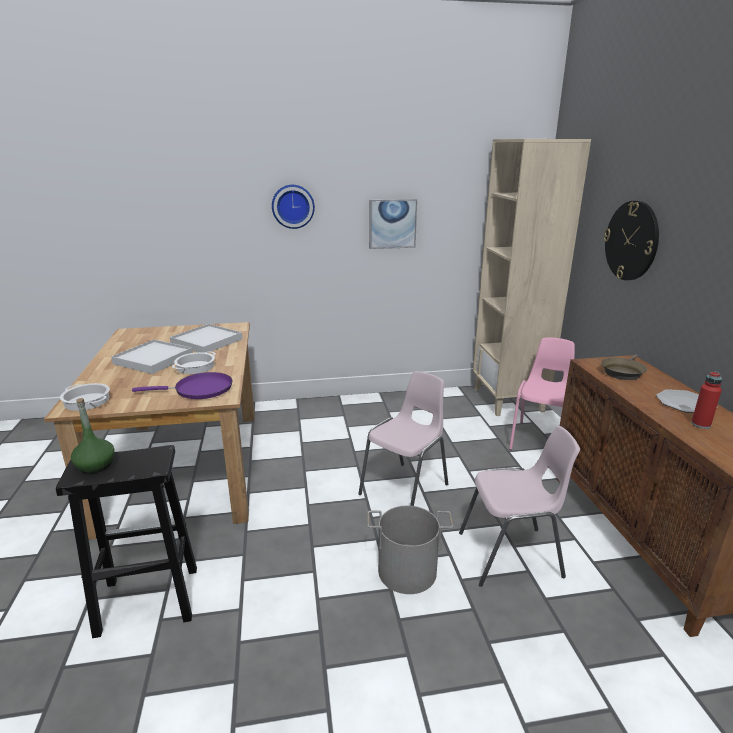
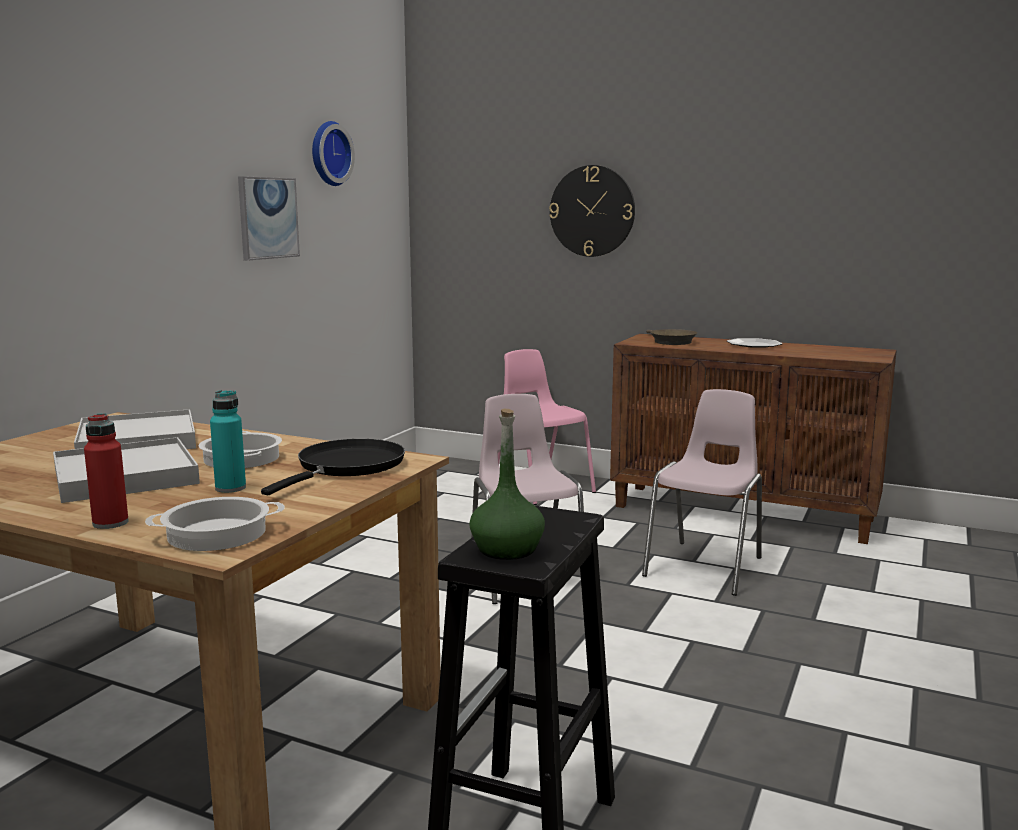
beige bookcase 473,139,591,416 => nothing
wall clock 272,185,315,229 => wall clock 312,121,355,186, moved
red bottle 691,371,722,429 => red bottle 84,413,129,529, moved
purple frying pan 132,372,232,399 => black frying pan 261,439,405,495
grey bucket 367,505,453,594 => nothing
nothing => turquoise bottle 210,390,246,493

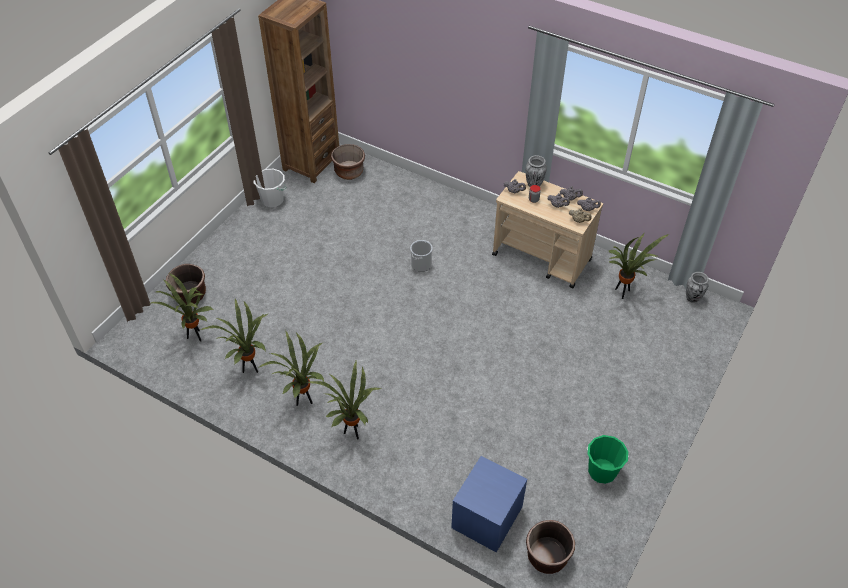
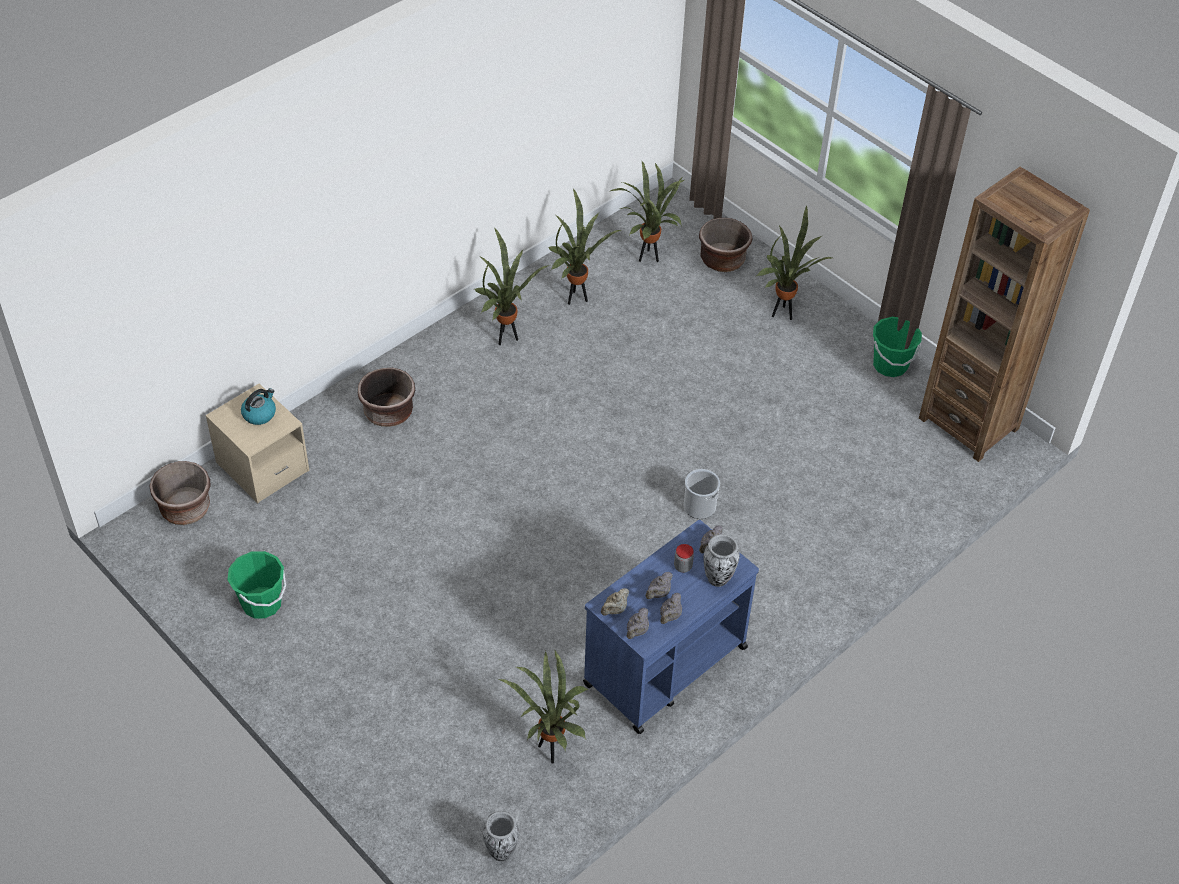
brown planter 331,144,365,180 => brown planter 358,368,415,427, moved
white bucket 254,169,286,207 => green bucket 873,317,922,377
beige cart 492,171,603,288 => blue cart 583,520,759,734
potted plant 307,359,383,439 => potted plant 756,205,835,320, moved
blue nightstand 451,456,527,553 => beige nightstand 206,384,309,503
nothing => kettle 241,388,276,425

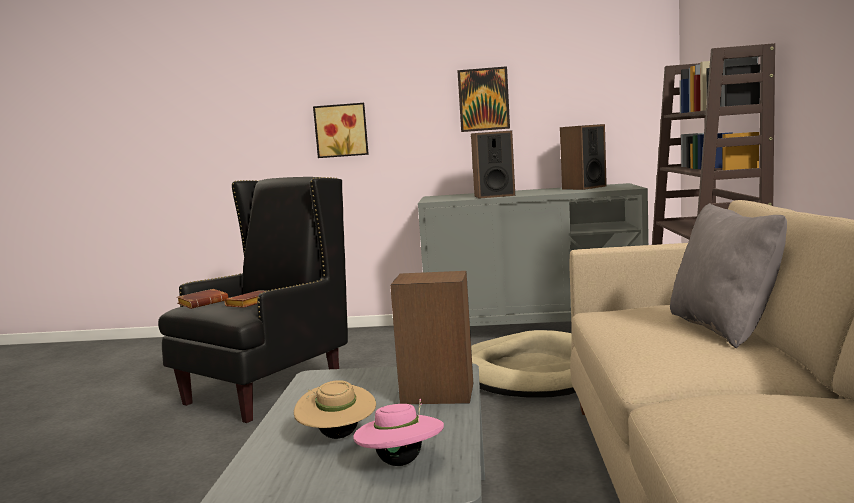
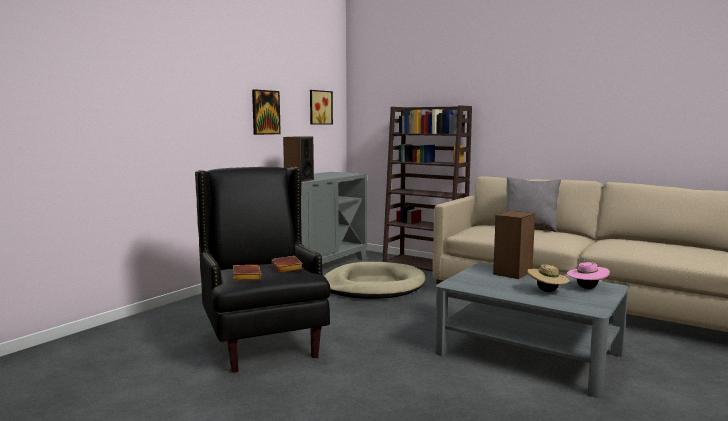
picture 313,103,369,158 => picture 310,90,333,125, moved
speaker 560,124,607,190 => nothing

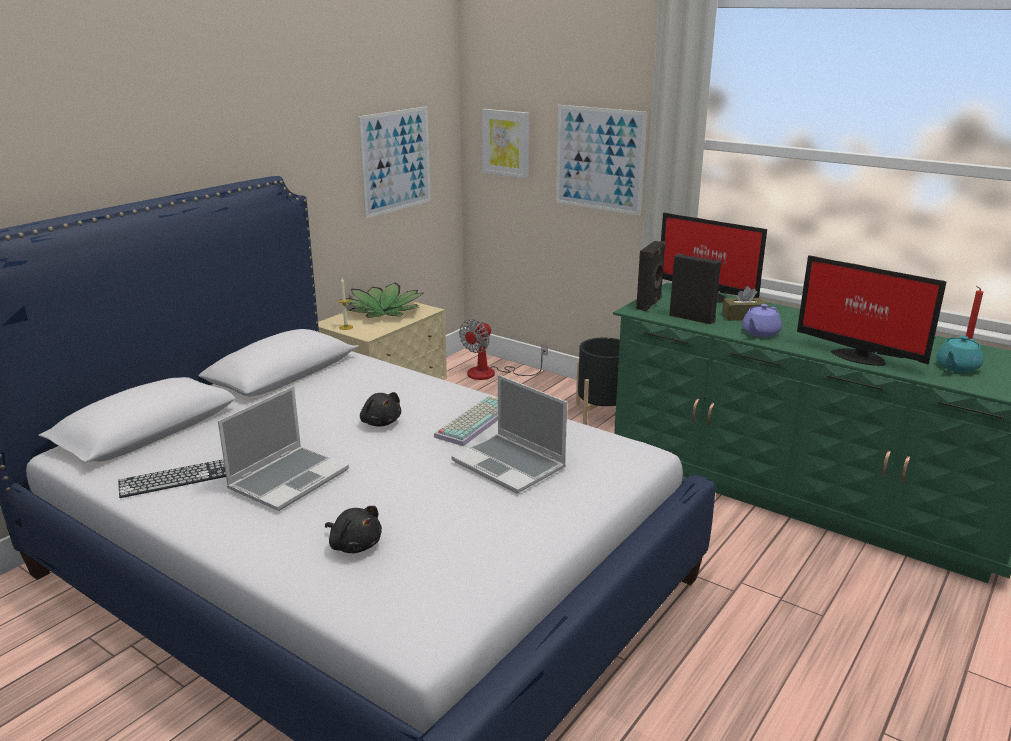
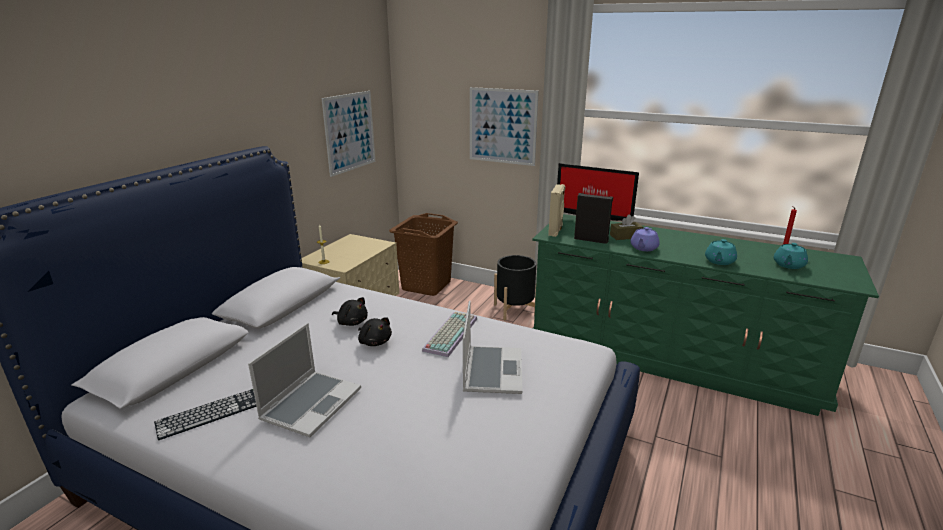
picture 482,109,529,179 => nothing
black speaker 636,241,666,311 => beige speaker 548,184,565,237
monitor 797,255,946,366 => turquoise teapot 705,239,737,265
potted plant 346,282,424,318 => nothing
fan 459,319,548,380 => brown laundry basket 389,213,458,296
laptop 451,375,567,494 => laptop 463,300,522,394, 120 degrees counterclockwise
black plush toy 325,506,382,553 => black plush toy 332,297,368,326, moved

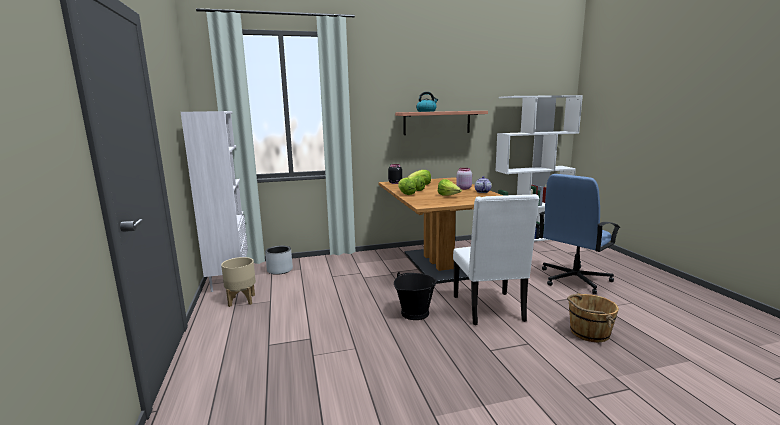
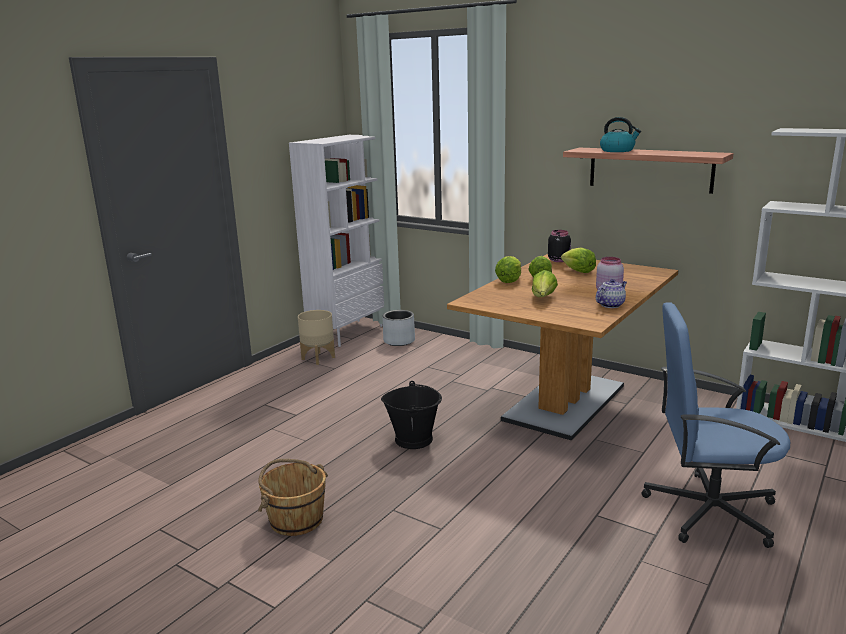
white chair 453,194,539,325 => nothing
brown bucket 567,293,619,342 => brown bucket 258,459,328,536, moved

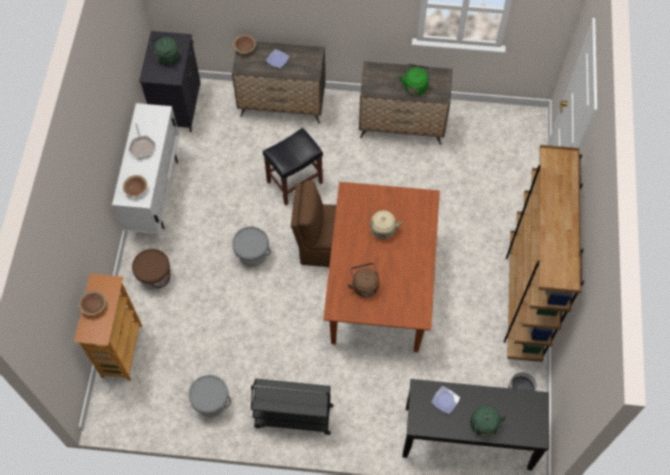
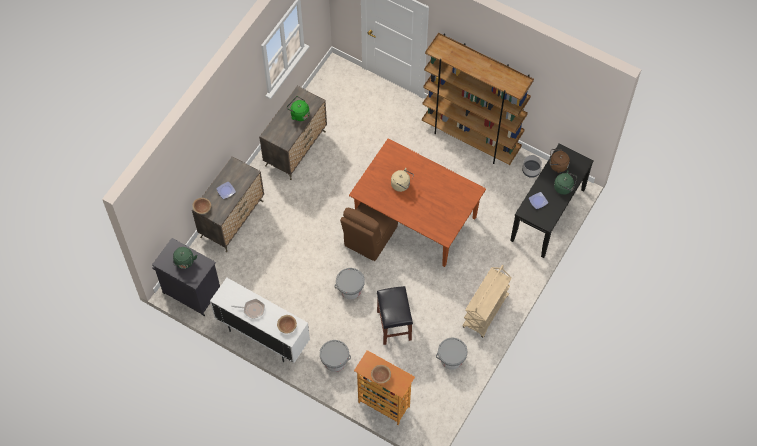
black stool 263,128,323,205 => black stool 377,286,413,345, moved
brown bucket 132,249,170,289 => grey bucket 320,340,351,372
brown kettle 347,263,379,297 => brown kettle 549,149,570,173, moved
black cart 251,379,334,435 => beige cart 462,265,512,338

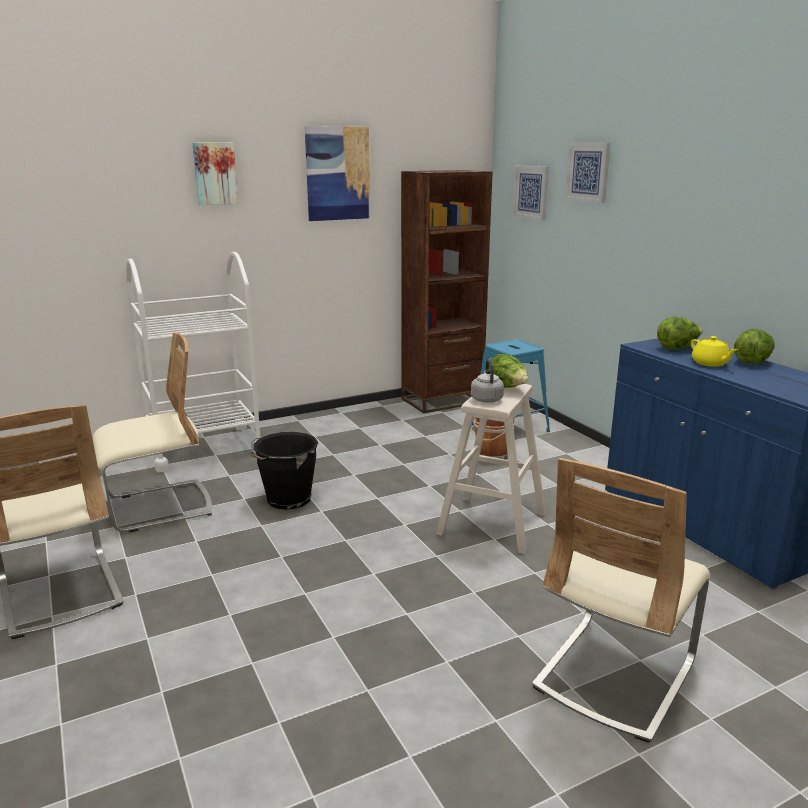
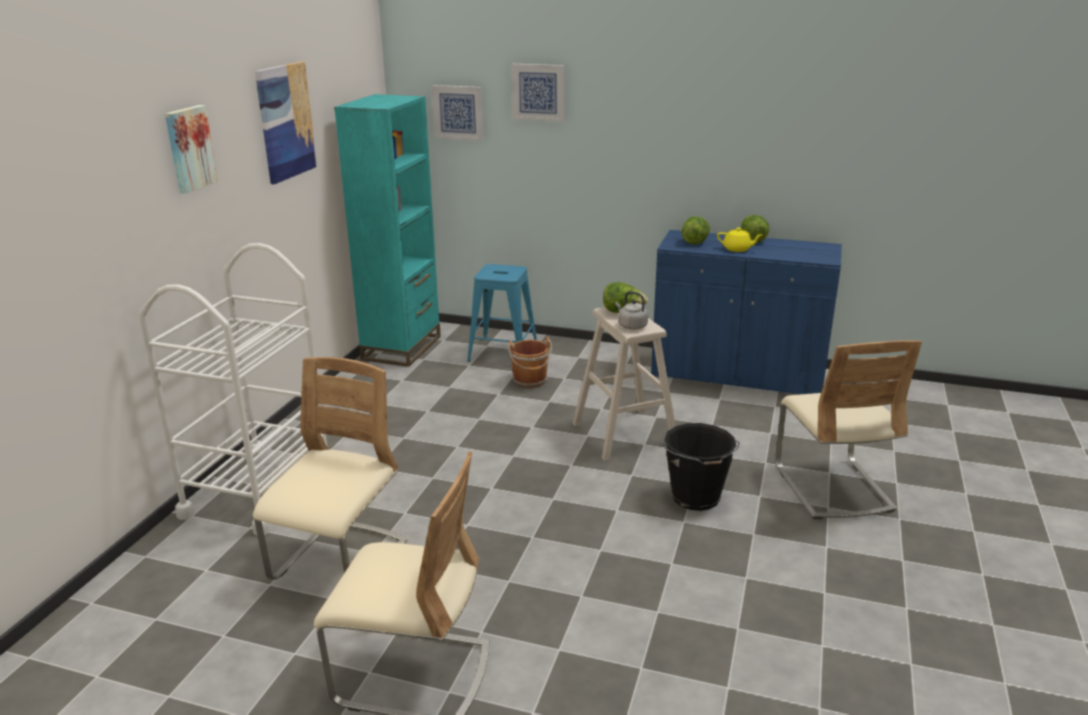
brown bookcase 401,170,493,413 => turquoise bookcase 334,94,441,367
black bucket 251,432,318,509 => black bucket 664,423,740,511, moved

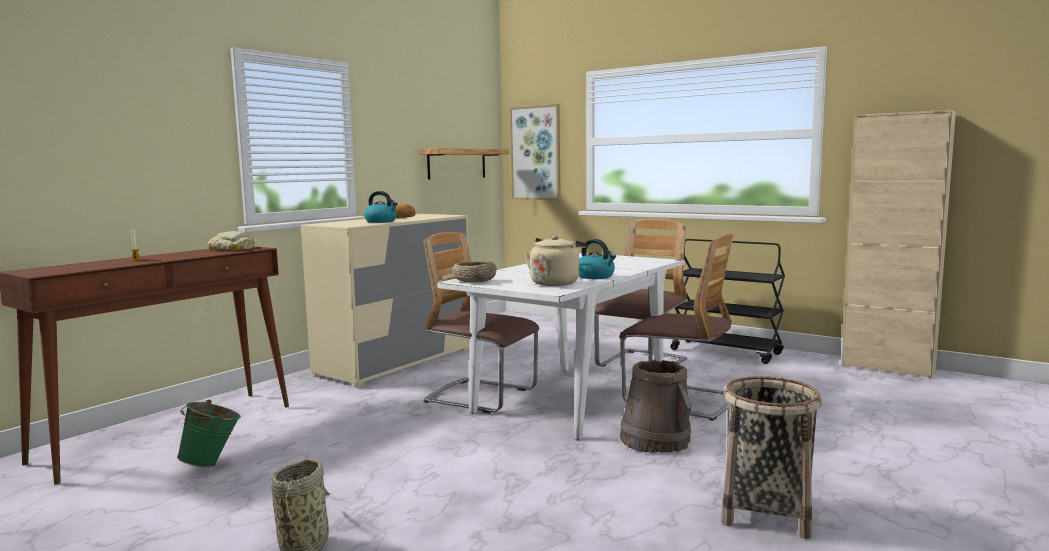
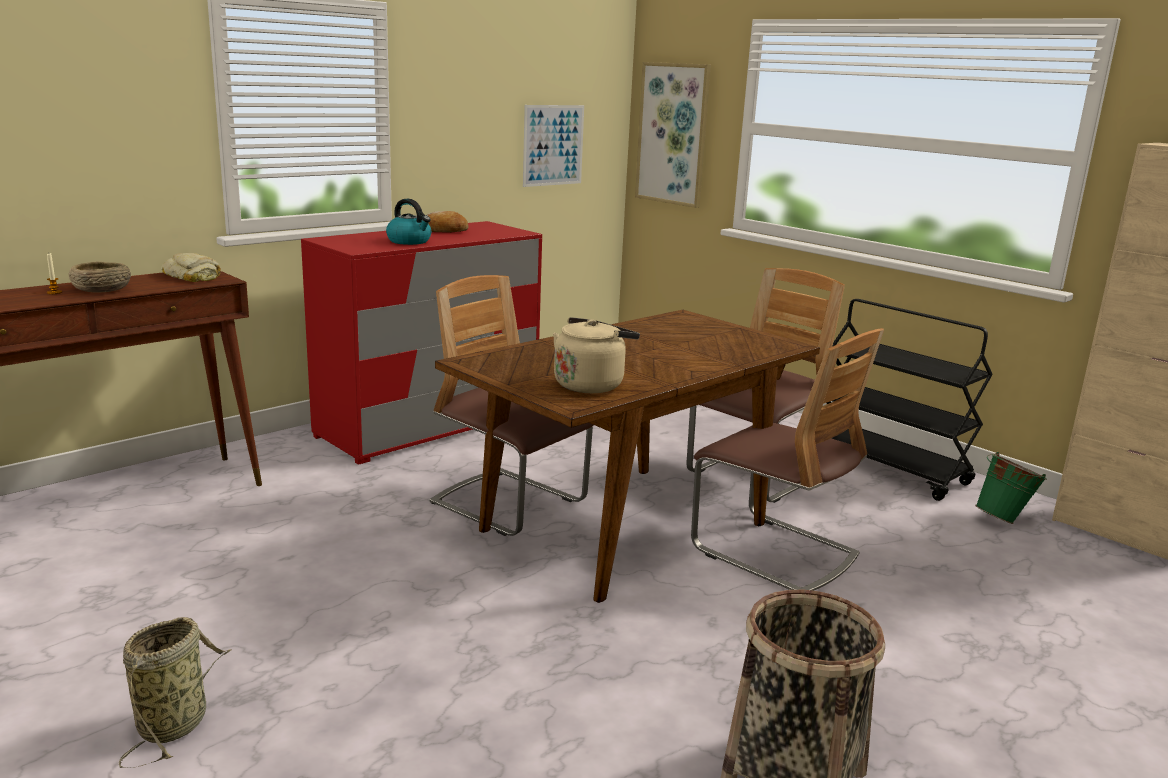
shelf 419,148,509,179 => picture 523,105,584,187
beige dresser 301,214,470,388 => red dresser 301,221,542,465
kettle 579,239,616,279 => nothing
white dining table 437,253,684,440 => brown dining table 435,310,820,603
beige bowl 451,261,497,282 => beige bowl 68,262,131,293, moved
brown bucket 620,360,691,453 => nothing
green bucket 177,400,241,467 => green bucket 975,452,1047,524, moved

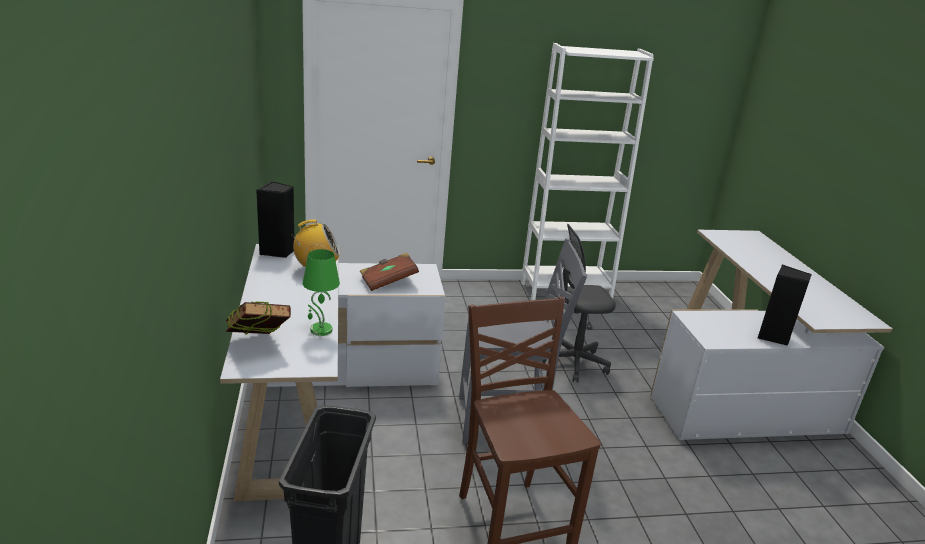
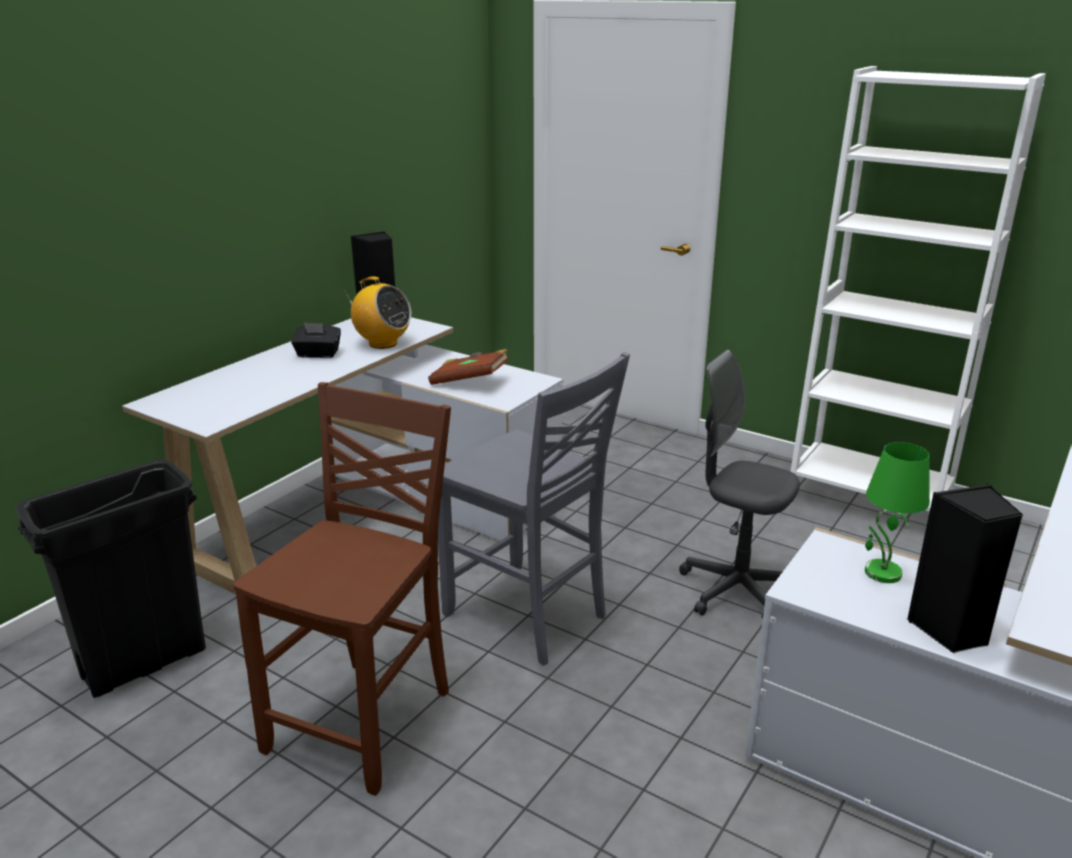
green table lamp 303,249,340,336 => green table lamp 865,442,930,583, moved
book 226,301,291,335 => nothing
nothing => black tissue box 291,323,341,358

